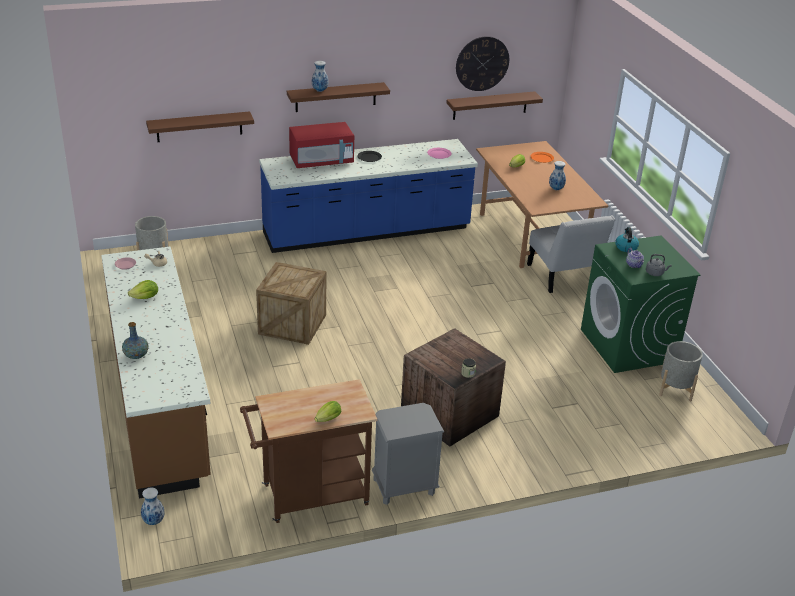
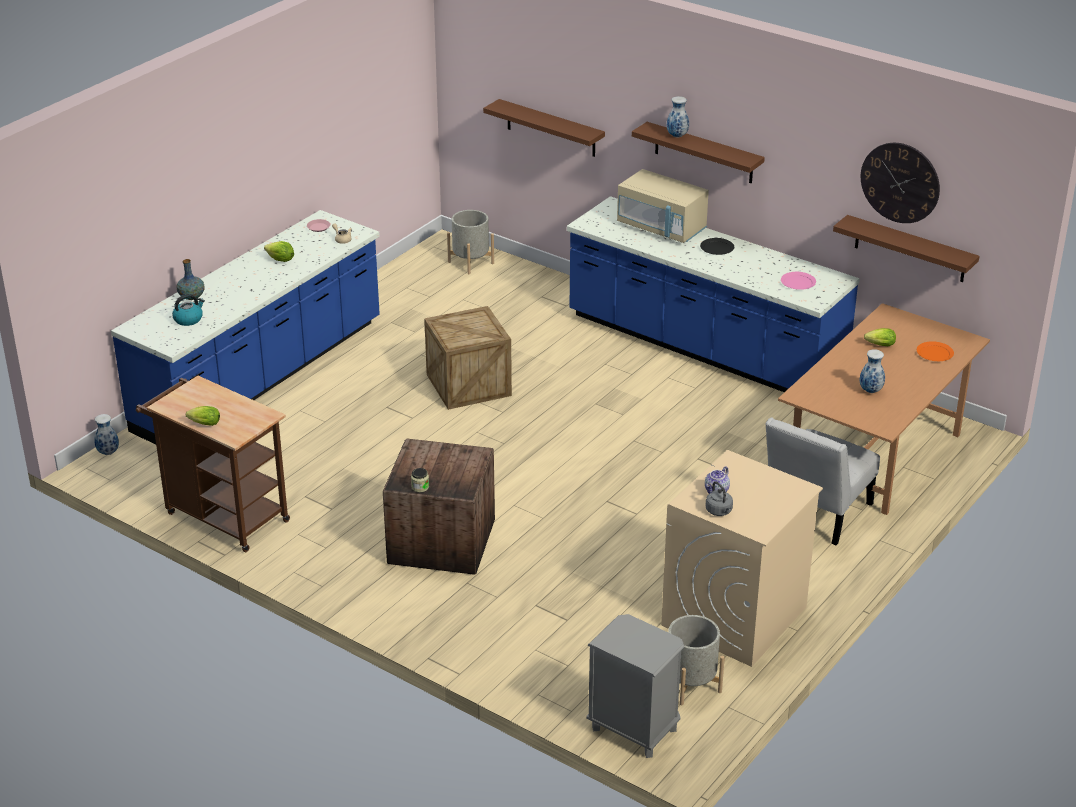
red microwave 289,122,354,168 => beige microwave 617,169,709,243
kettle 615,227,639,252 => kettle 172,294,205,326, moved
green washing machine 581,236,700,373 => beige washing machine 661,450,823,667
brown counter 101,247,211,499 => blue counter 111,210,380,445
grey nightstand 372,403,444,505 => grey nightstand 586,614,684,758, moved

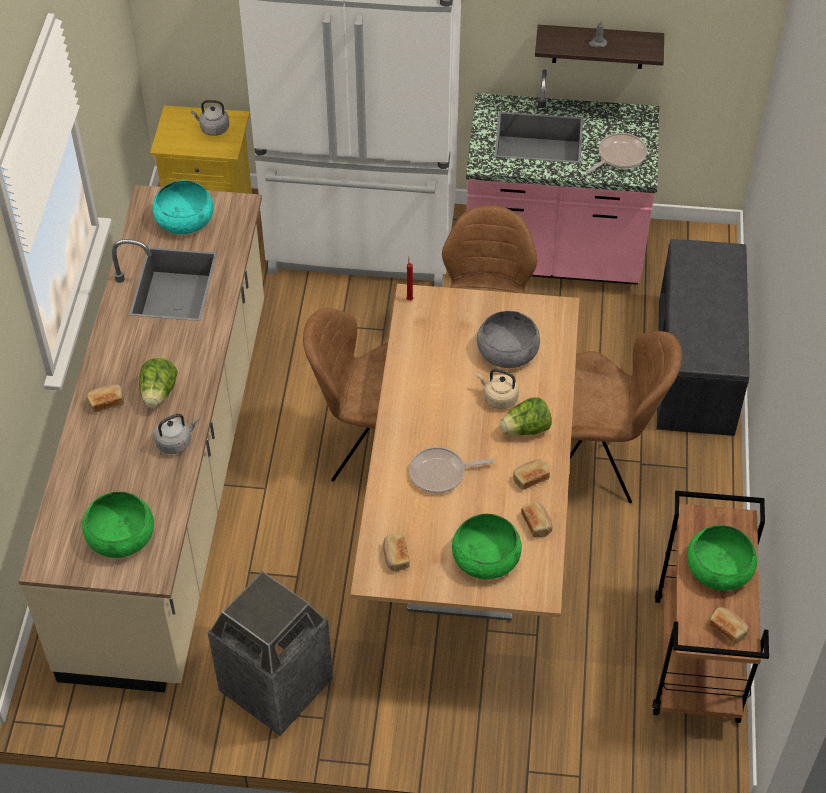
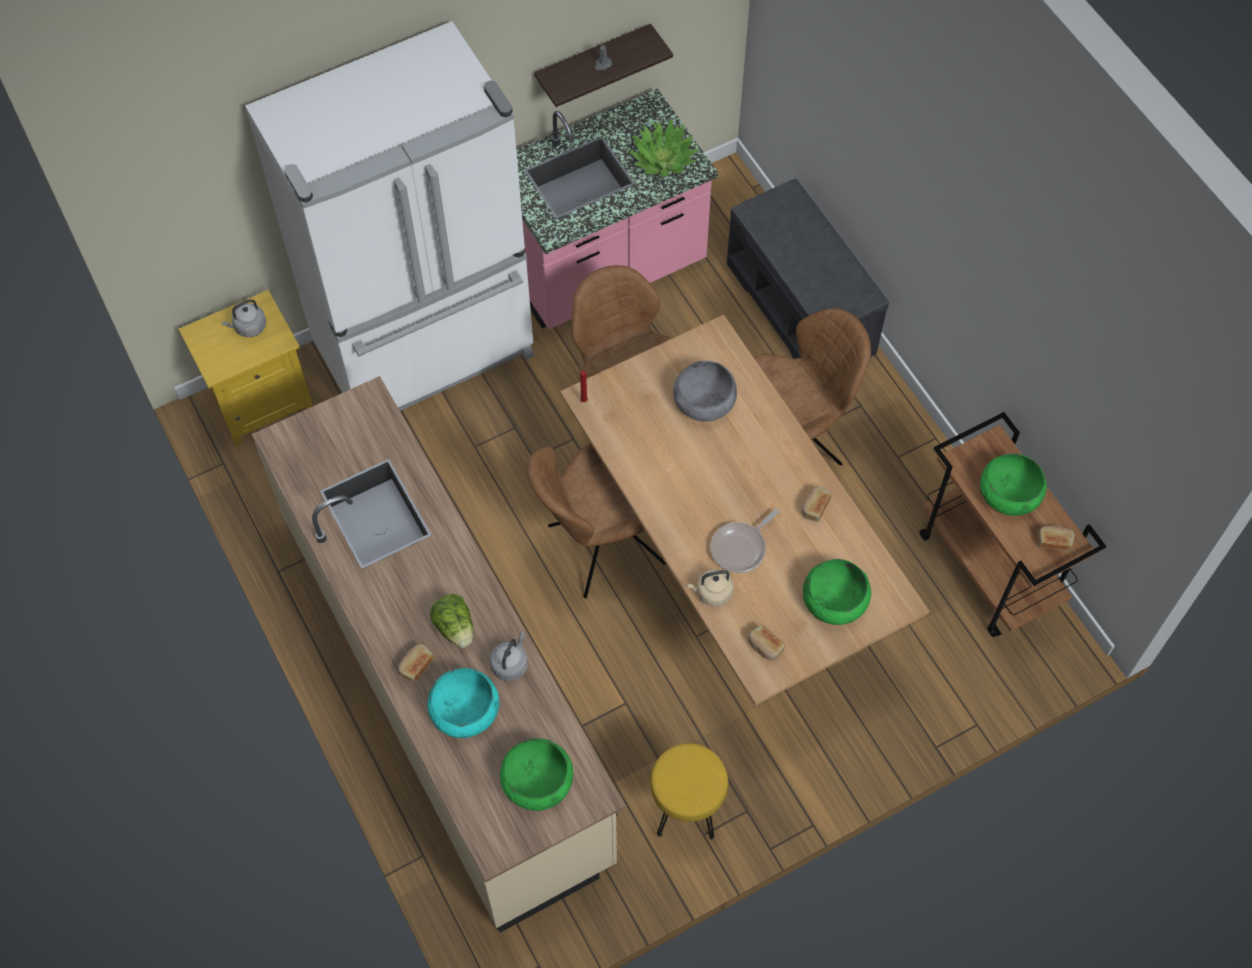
frying pan 586,133,647,173 => potted plant 628,118,699,177
turquoise bowl 153,180,214,234 => turquoise bowl 427,668,499,738, moved
beige kettle 477,369,519,409 => beige kettle 687,569,733,607, moved
lettuce 500,397,552,435 => nothing
bread 521,501,552,537 => nothing
trash can 208,571,333,736 => yellow stool 650,743,728,840

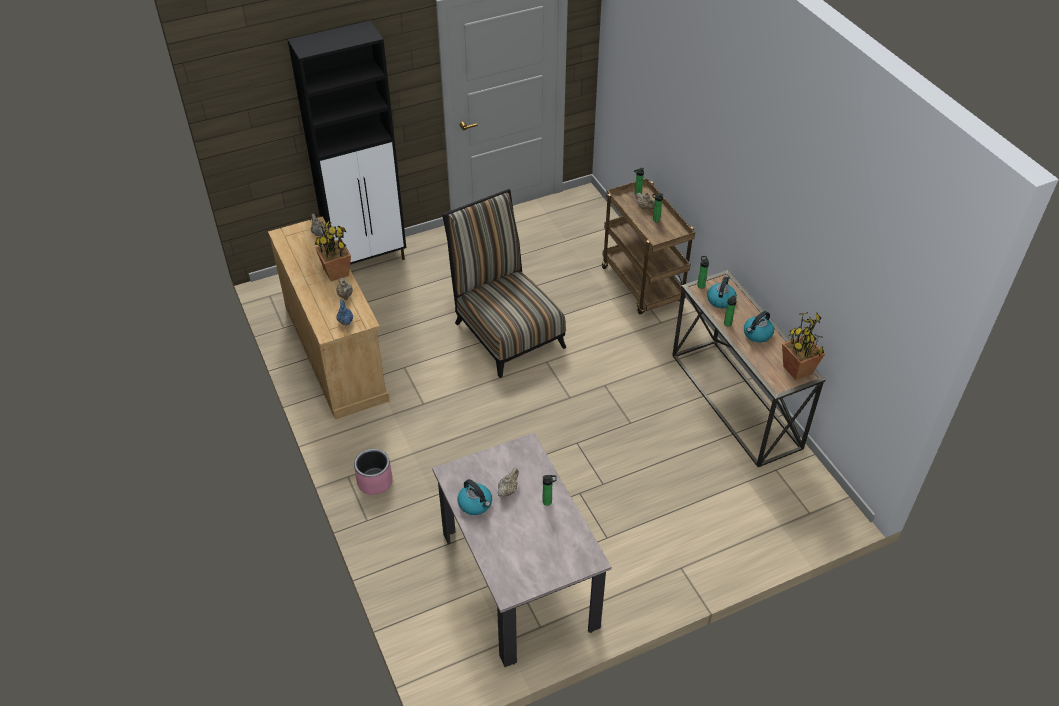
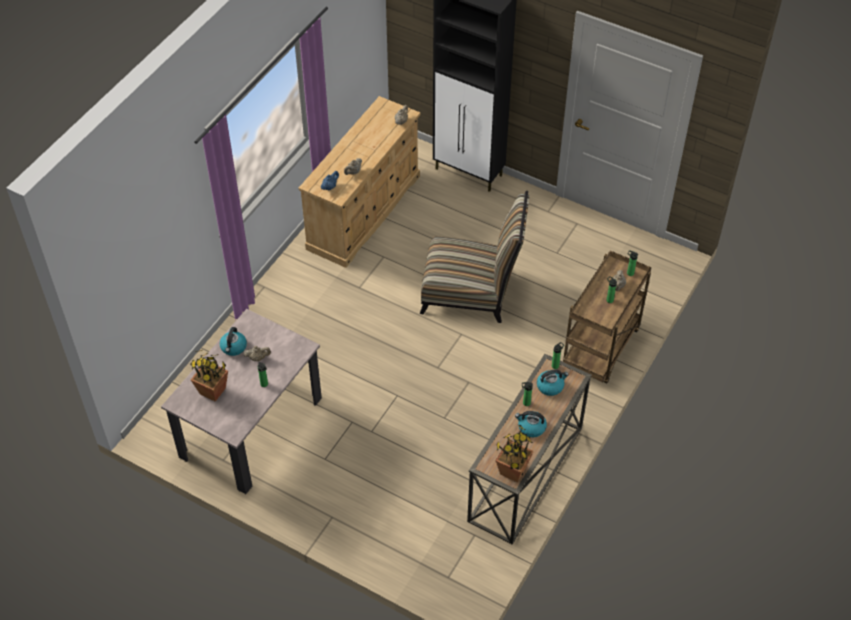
chair 442,189,566,378 => chair 420,191,529,323, 75 degrees clockwise
potted plant 315,221,351,281 => potted plant 190,350,228,402, moved
pink planter 354,449,393,495 => nothing

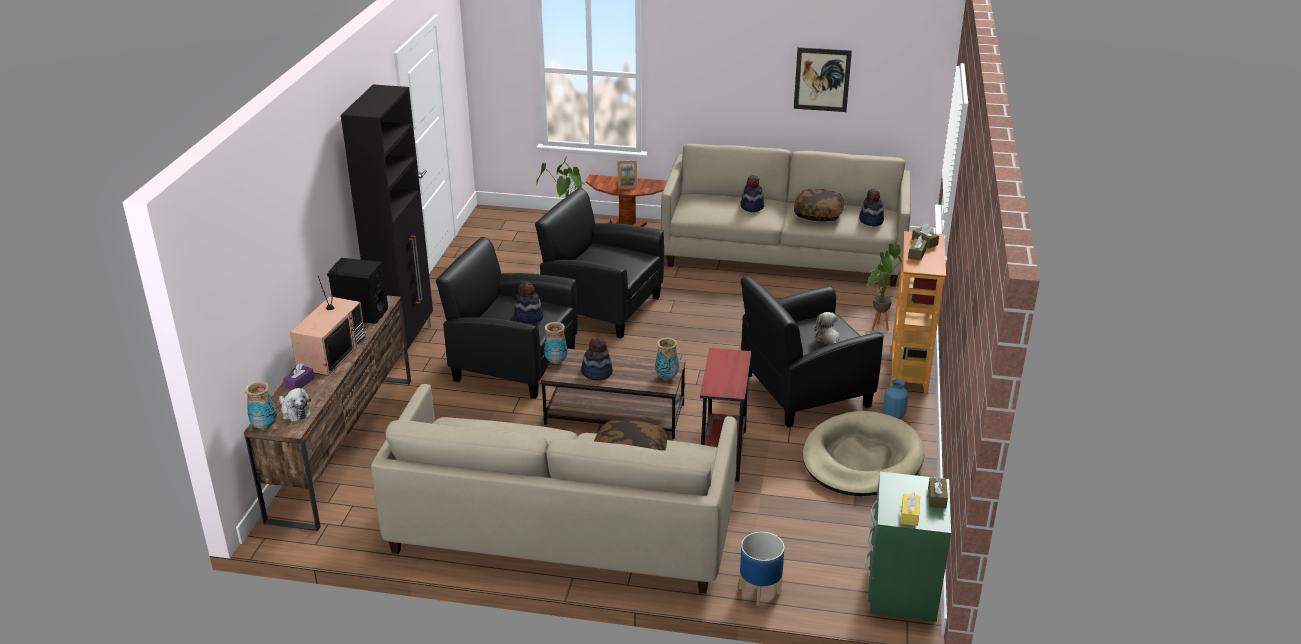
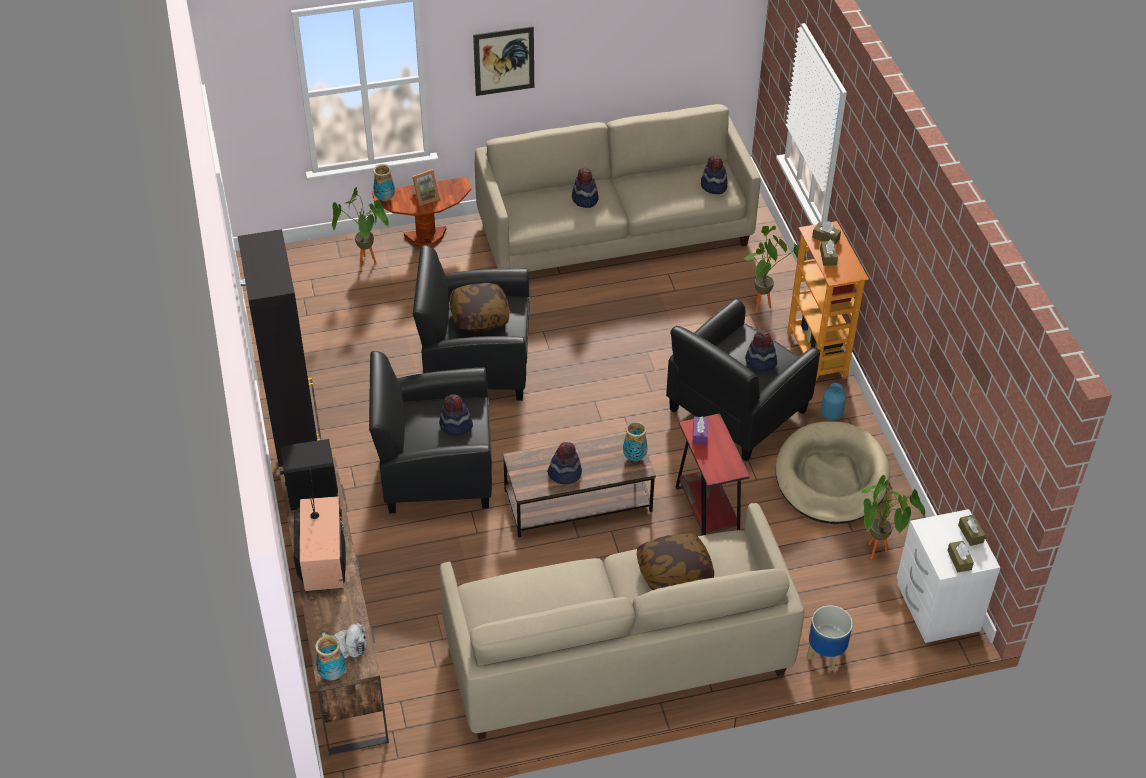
picture 794,47,852,112 => picture 473,26,534,96, moved
pillow 794,189,844,222 => pillow 450,283,510,331, moved
plush toy 814,312,840,345 => hat 745,331,777,371
vase 544,322,567,364 => vase 373,164,395,201, moved
purple tissue box 283,363,315,390 => purple tissue box 693,417,708,445, moved
green nightstand 865,472,951,622 => white nightstand 897,509,1000,643
yellow tissue box 901,492,920,526 => brown tissue box 947,541,974,572
nothing => potted plant 862,475,925,559

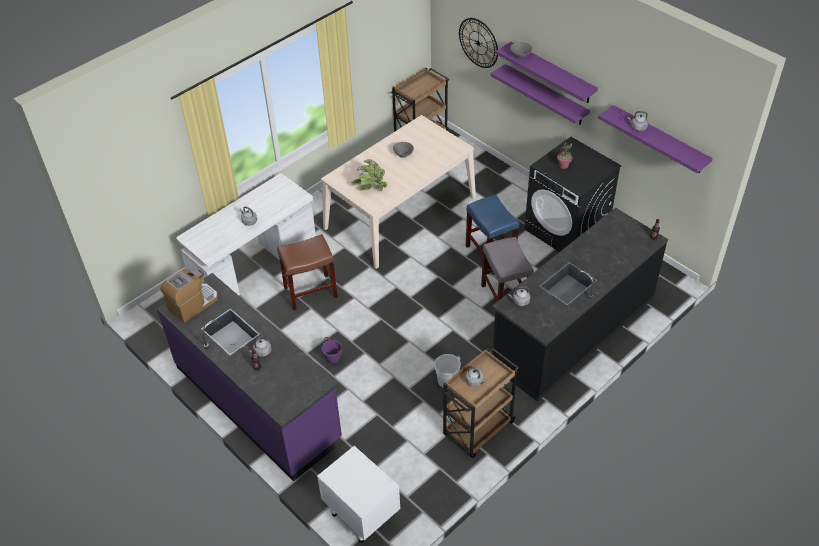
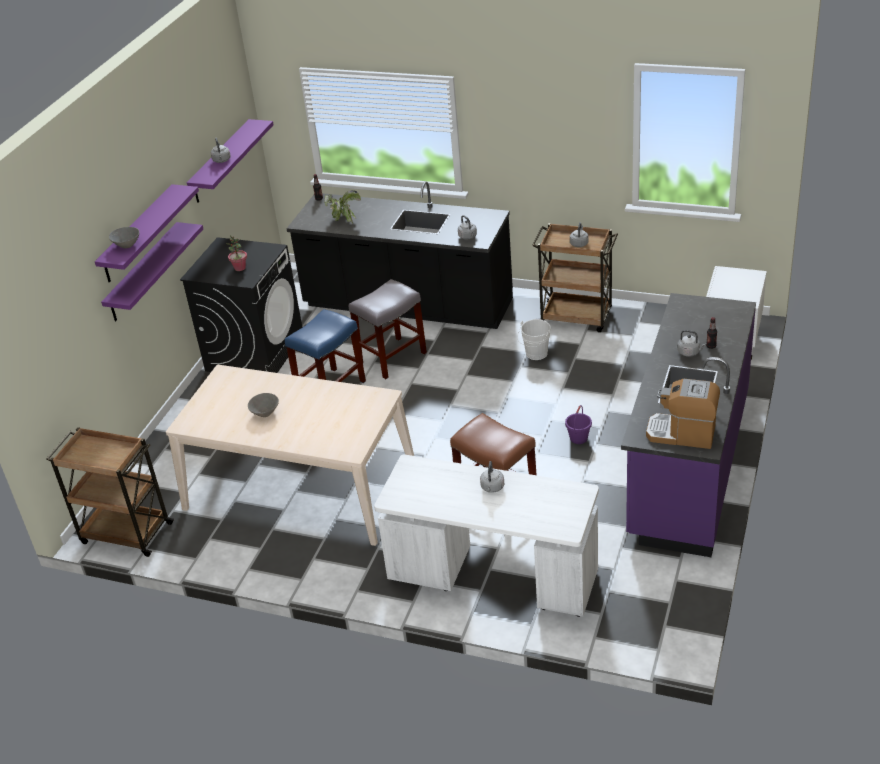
wall clock 459,18,498,68 => nothing
potted plant 350,159,388,191 => potted plant 325,190,361,224, moved

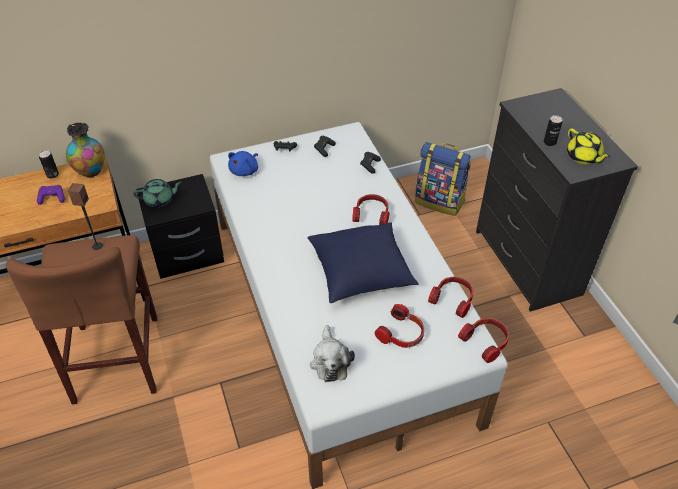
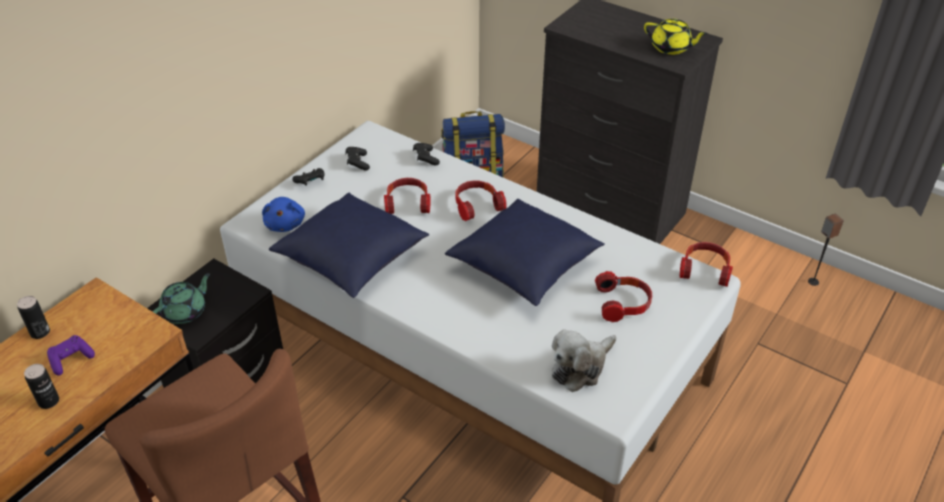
can 544,115,563,146 => can 24,364,59,409, moved
vase 66,122,105,178 => nothing
speaker 68,183,103,250 => speaker 808,213,844,286, moved
headphones 428,276,474,318 => headphones 384,178,431,214, moved
plush toy 310,325,355,382 => plush toy 552,329,616,392, 90 degrees clockwise
nothing => blue pillow 269,193,429,298

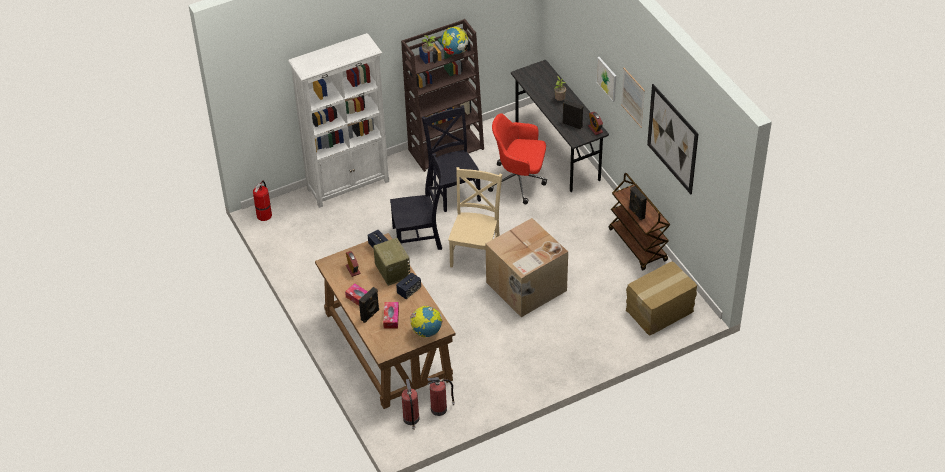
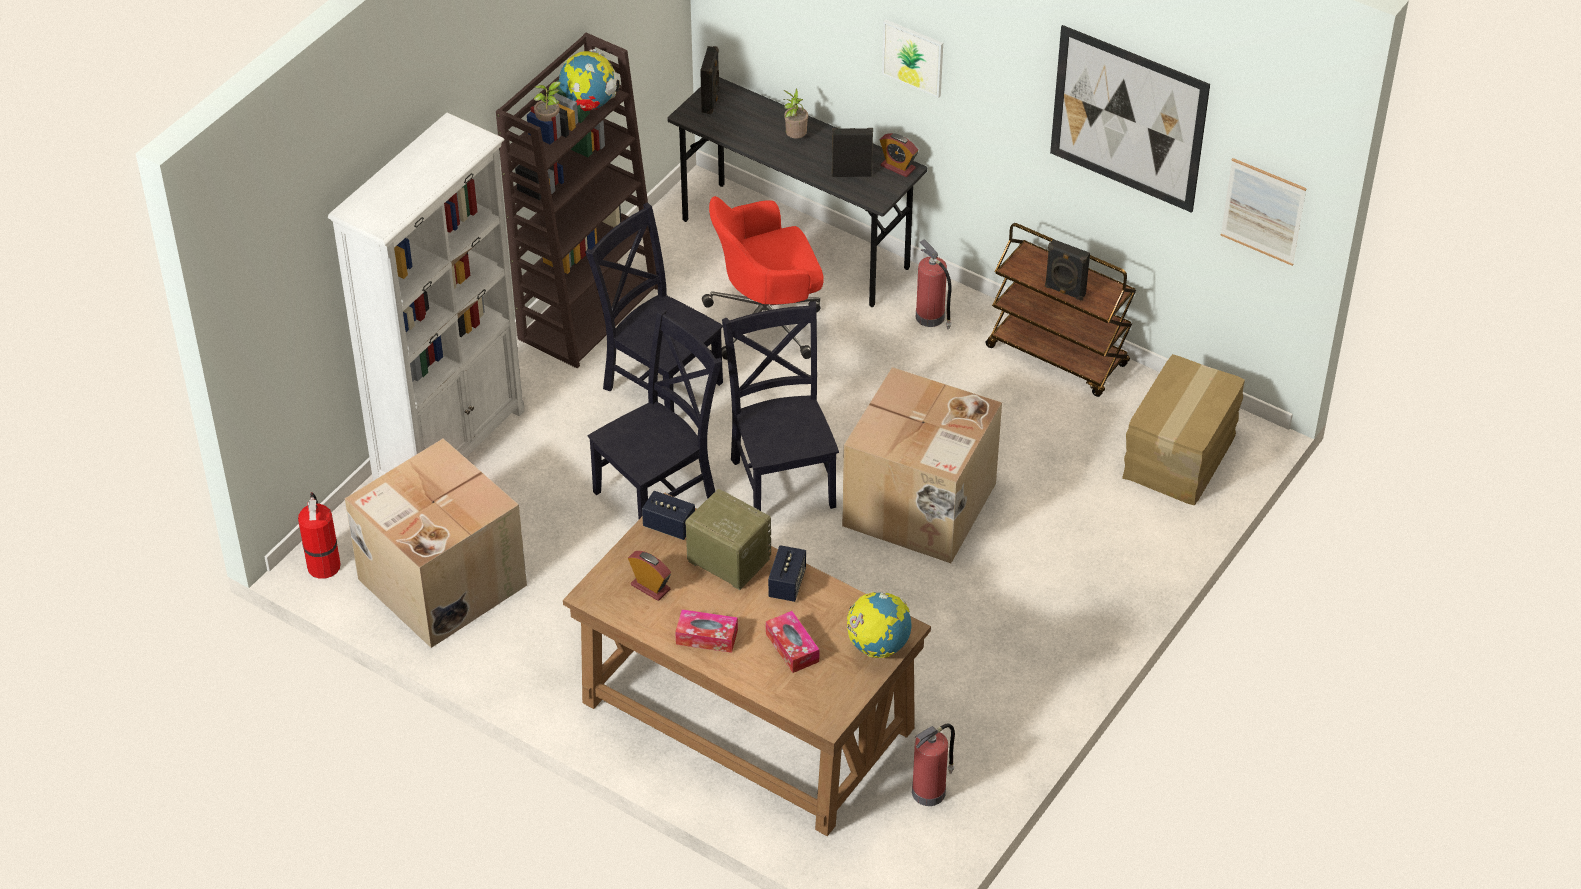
picture 621,68,645,128 => picture 1220,158,1307,266, moved
beige chair 448,167,502,268 => black chair 722,302,839,511
black speaker 359,287,379,323 => black speaker 700,46,720,114, moved
fire extinguisher 402,379,419,430 => fire extinguisher 916,239,952,330, moved
nothing => cardboard box 345,439,527,648

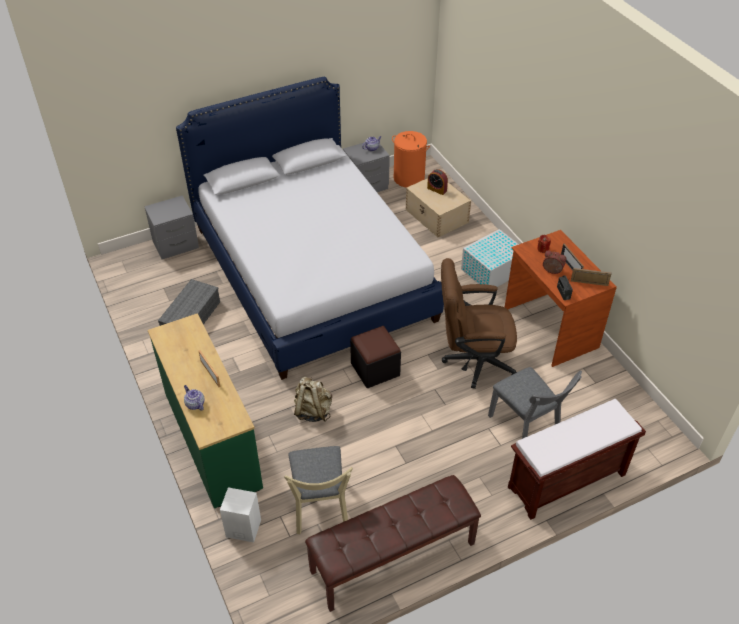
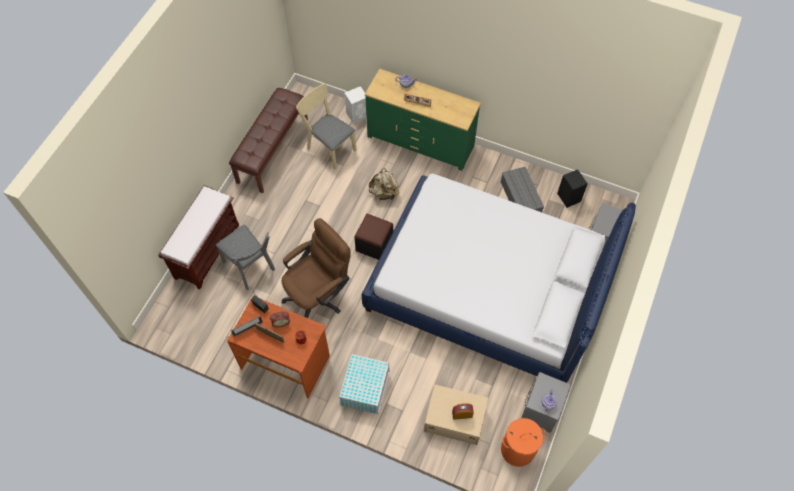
grey chair 488,367,582,439 => grey chair 216,225,275,290, 150 degrees counterclockwise
nothing => black speaker 557,169,588,208

